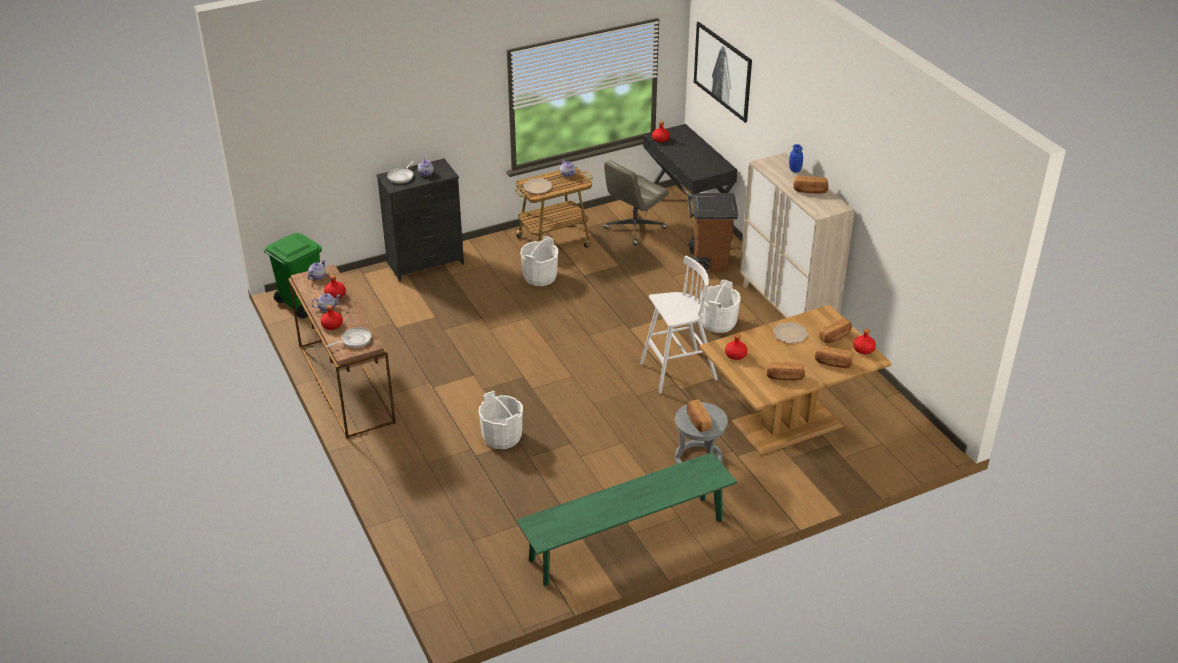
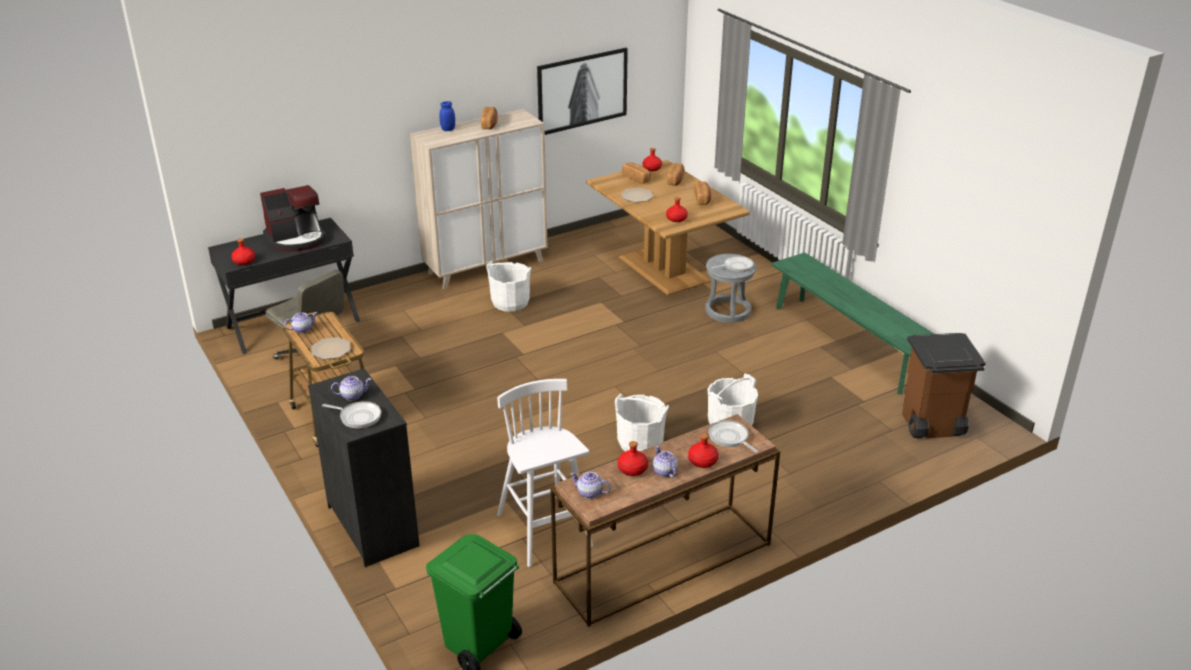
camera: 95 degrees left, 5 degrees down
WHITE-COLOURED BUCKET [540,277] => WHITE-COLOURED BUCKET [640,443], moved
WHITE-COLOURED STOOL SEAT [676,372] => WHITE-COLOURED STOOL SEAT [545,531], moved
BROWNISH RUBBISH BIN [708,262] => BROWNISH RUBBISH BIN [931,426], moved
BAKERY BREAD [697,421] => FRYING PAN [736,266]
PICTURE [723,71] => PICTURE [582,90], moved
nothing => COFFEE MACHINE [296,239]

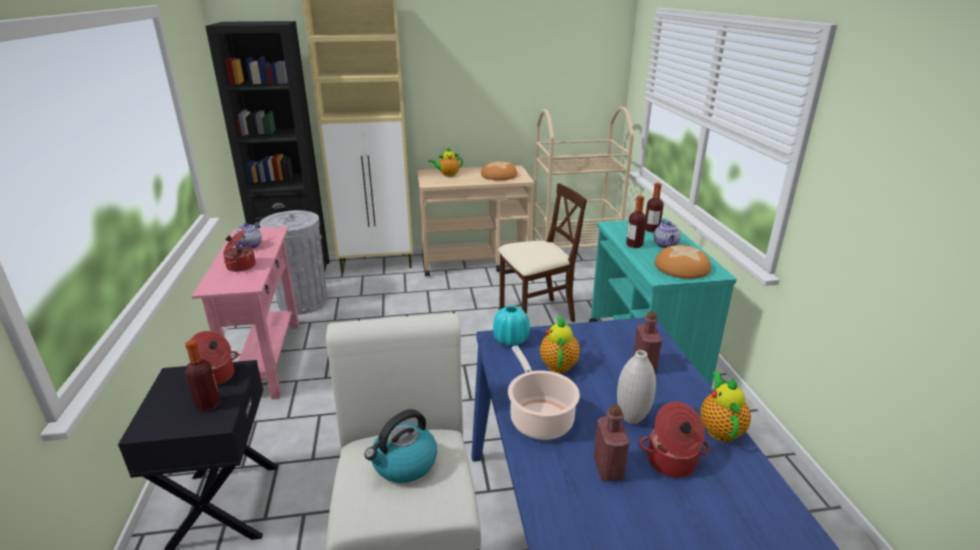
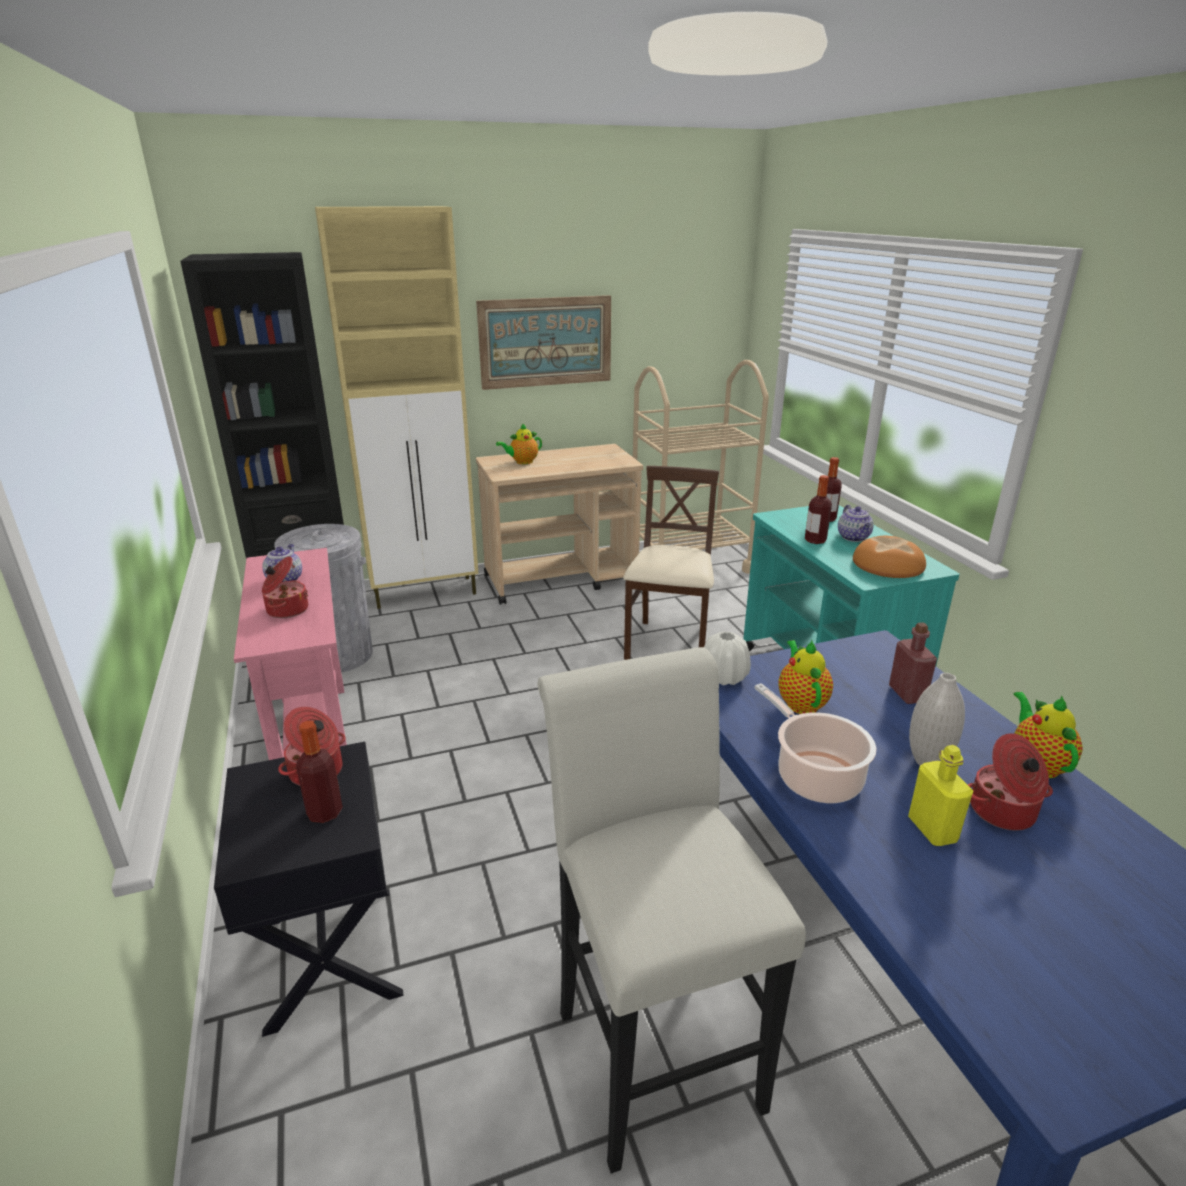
camera: 10 degrees left, 0 degrees up
WATER KETTLE [404,464] => nothing
BAKERY BREAD [499,175] => nothing
TURQUOISE-COLOURED VASE [511,339] => WHITE-COLOURED VASE [723,677]
BEIGE PLAIN CHAIR [536,316] => BEIGE PLAIN CHAIR [669,644], 45 degrees counterclockwise
RED BOTTLE [608,468] => YELLOW-COLOURED BOTTLE [932,829]
nothing => PICTURE [546,342]

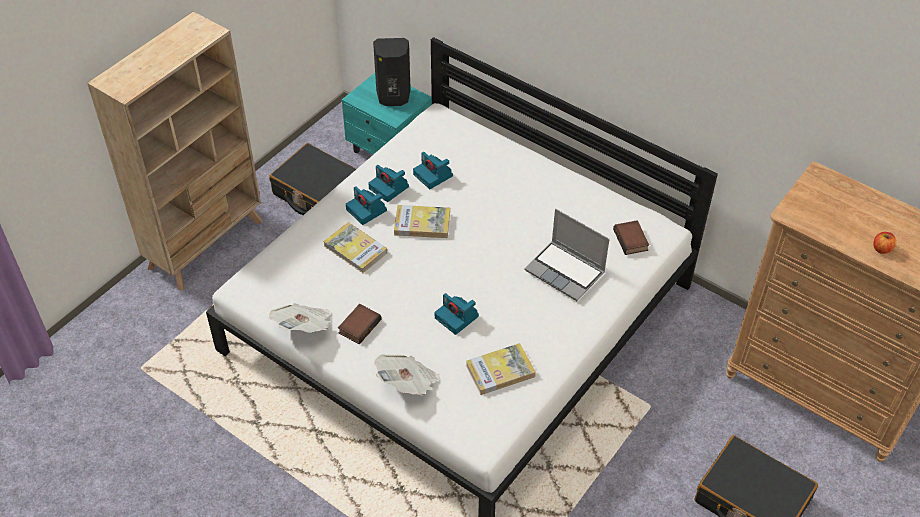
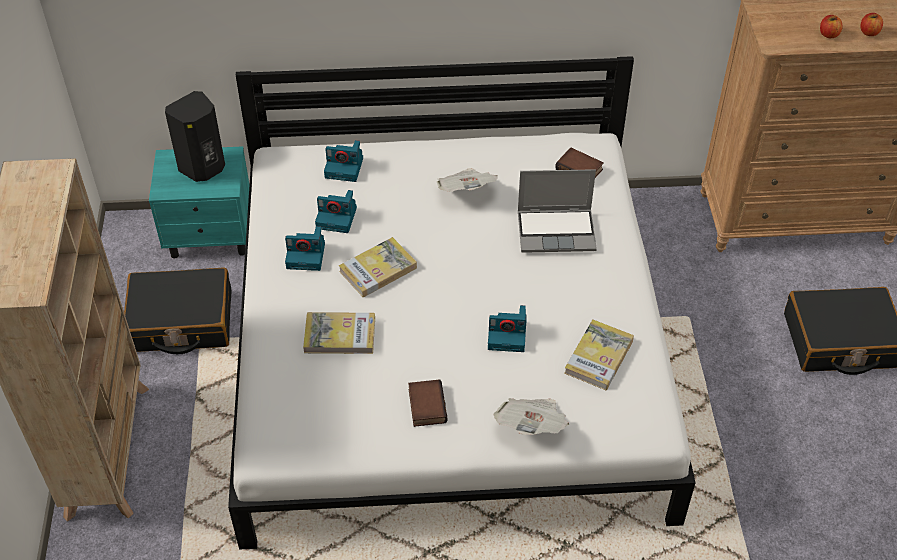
camera: 40 degrees left, 0 degrees up
NEWSPAPER [304,327] => NEWSPAPER [466,192], moved
PHOTO CAMERA [367,210] => PHOTO CAMERA [345,167], moved
nothing => WHOLE APPLE [828,34]

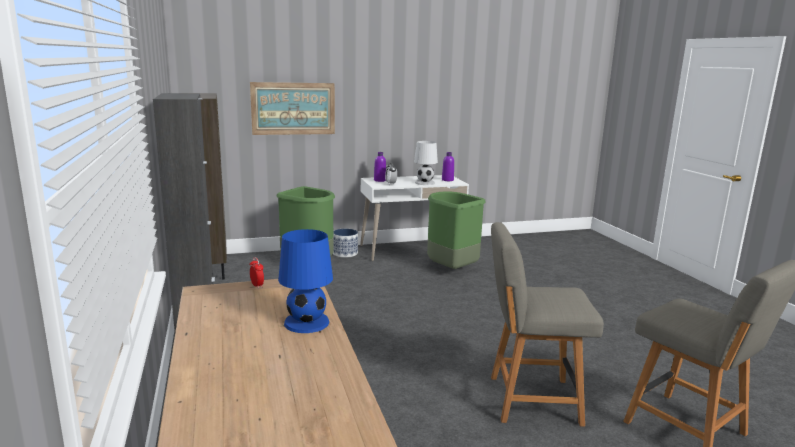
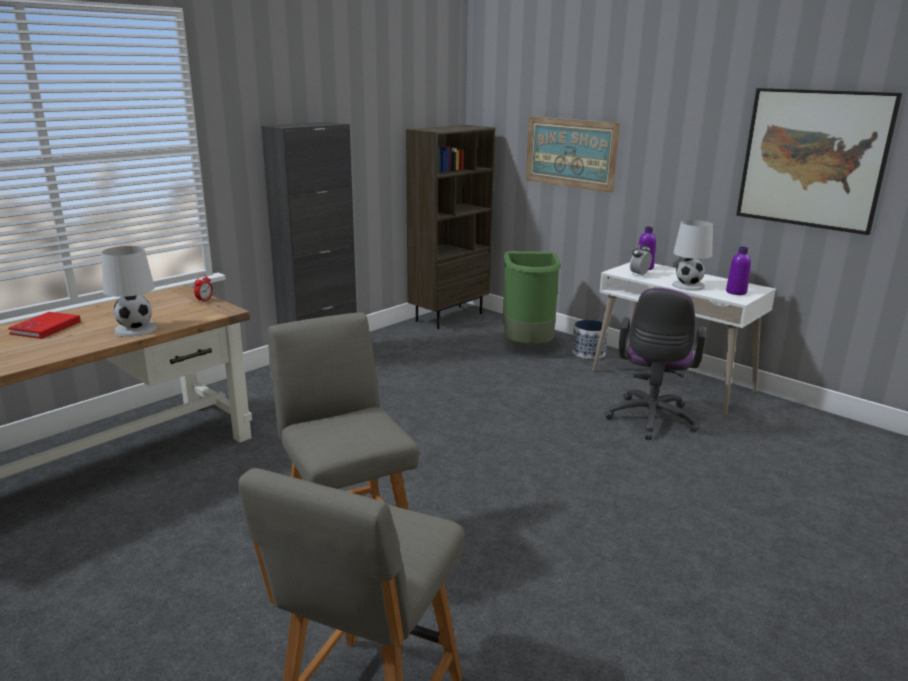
camera: 60 degrees right, 5 degrees up
BLUE-COLOURED LAMP FOR A TABLE [307,323] => WHITE-COLOURED LAMP FOR A TABLE [135,329]
GREENISH RUBBISH BIN [450,270] => PURPLISH DESK CHAIR [650,421]
nothing => RED BOUND BOOK [46,328]
nothing => PICTURE [813,159]

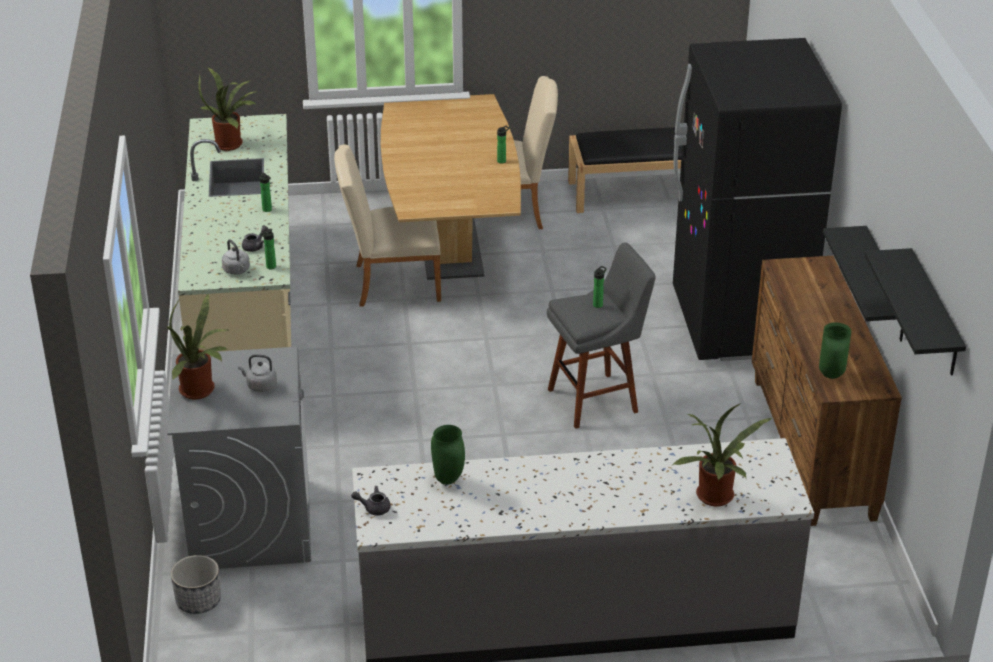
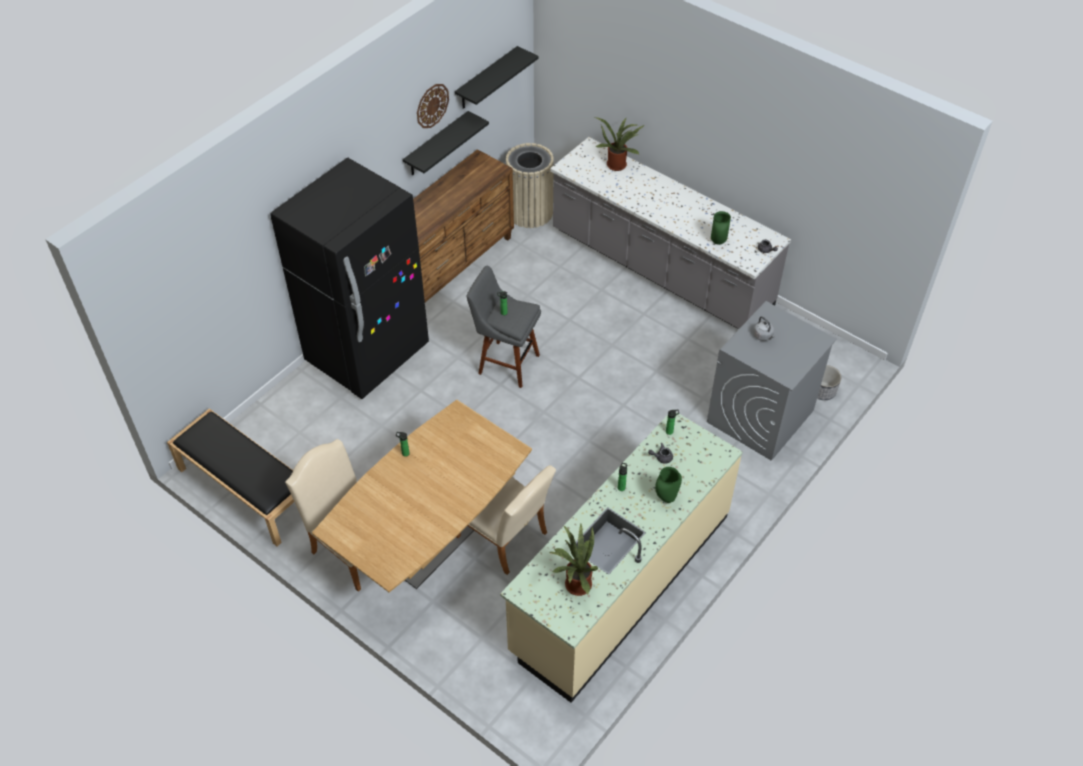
camera: 135 degrees left, 15 degrees up
PLANT IN A POT [200,391] => nothing
GRAY WATER KETTLE [237,270] => nothing
GREENISH VASE [830,374] => GREENISH VASE [666,498], moved
nothing => CLOCK ON THE WALL [432,105]
nothing => BEIGE RUBBISH BIN [530,212]

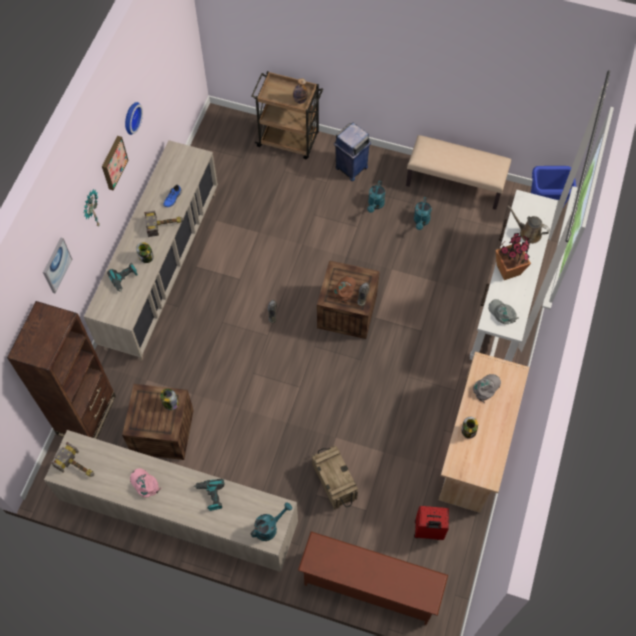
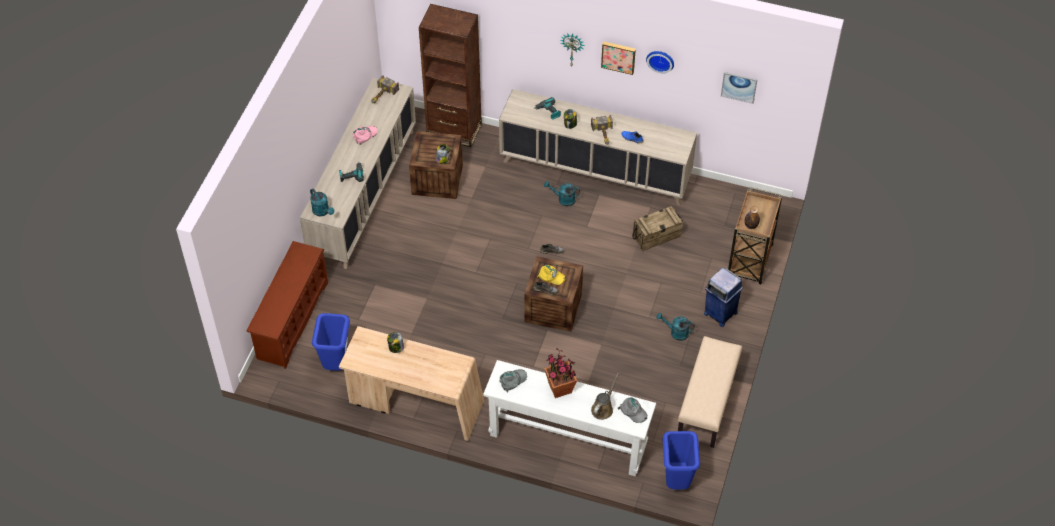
camera: 90 degrees right, 10 degrees down
PICTURE [56,265] => PICTURE [739,86], moved
SHIPPING CRATE [334,482] => SHIPPING CRATE [656,236], moved
BROWNISH BASEBALL CAP [344,290] => YELLOW-COLOURED BASEBALL CAP [551,276]
TURQUOISE-COLOURED SPRINKLING CAN [421,221] => TURQUOISE-COLOURED SPRINKLING CAN [563,199], moved
RED SUITCASE [428,531] => BLUE-COLOURED RUBBISH BIN [336,364]
GRAY BASEBALL CAP [486,388] => GRAY BASEBALL CAP [633,411], moved

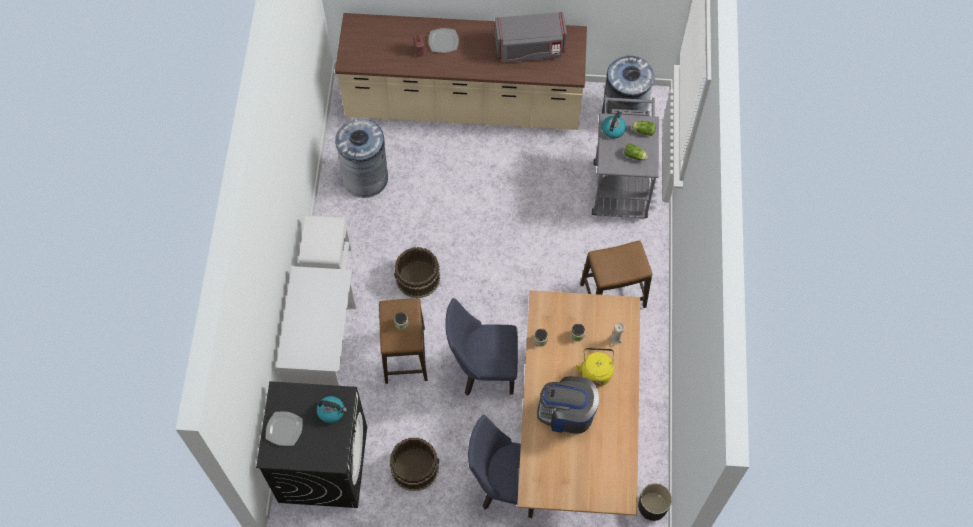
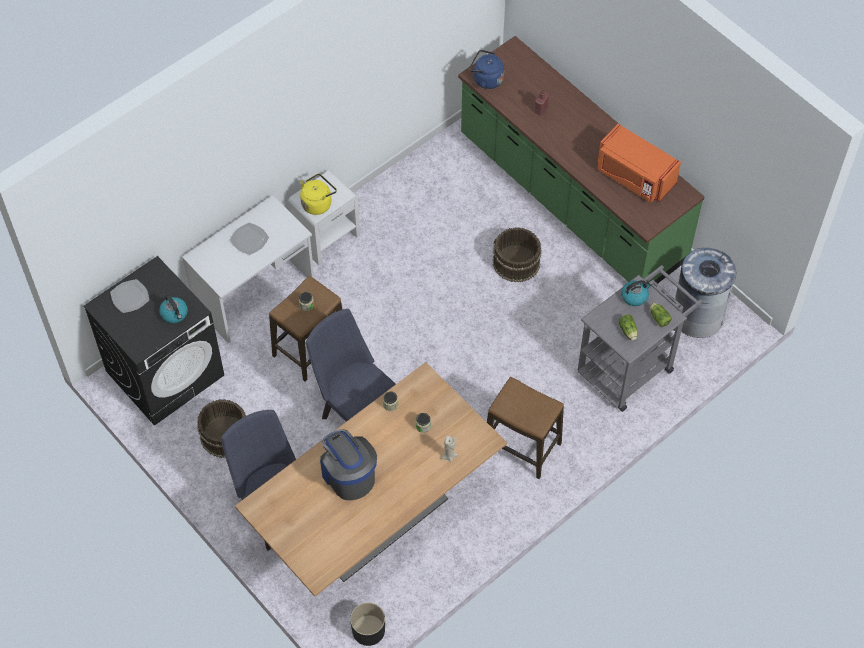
camera: 45 degrees right, 5 degrees down
BEIGE COUNTER [463,105] => GREENISH COUNTER [570,199]
GRAY RUBBISH BIN [365,178] => nothing
BROWNISH BUCKET [418,278] => BROWNISH BUCKET [516,263], moved
PLATE [443,41] => PLATE [249,239], moved
GRAY MICROWAVE OVEN [530,48] => ORANGE MICROWAVE OVEN [634,176]
YELLOW-COLOURED WATER KETTLE [596,371] => YELLOW-COLOURED WATER KETTLE [318,203], moved
nothing => BLUE-COLOURED WATER KETTLE [486,79]

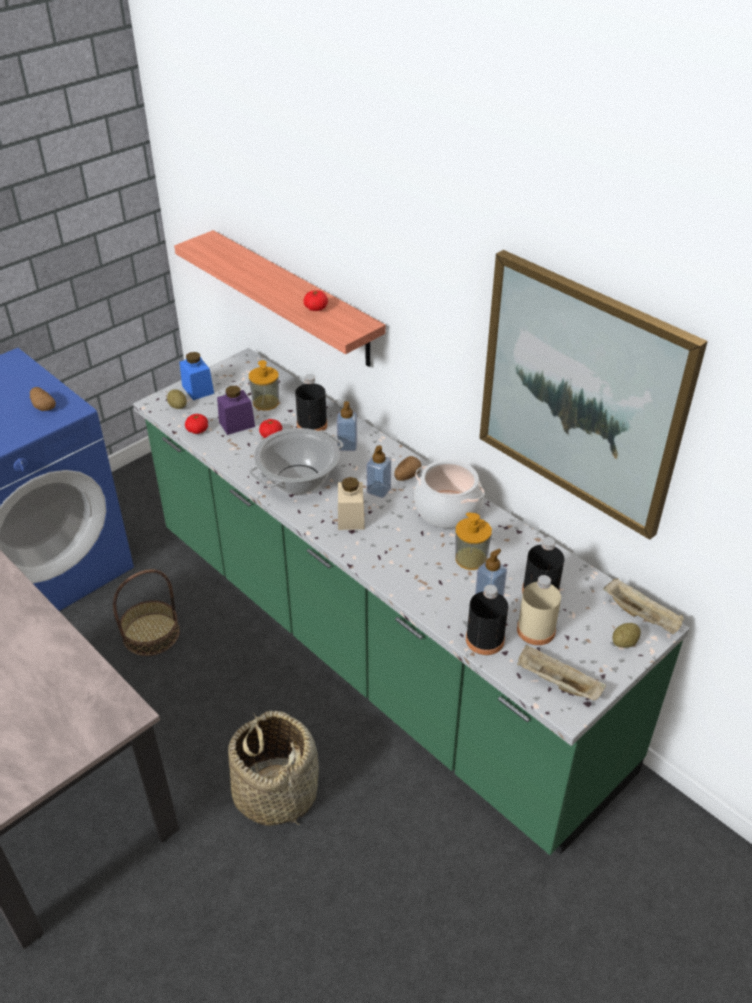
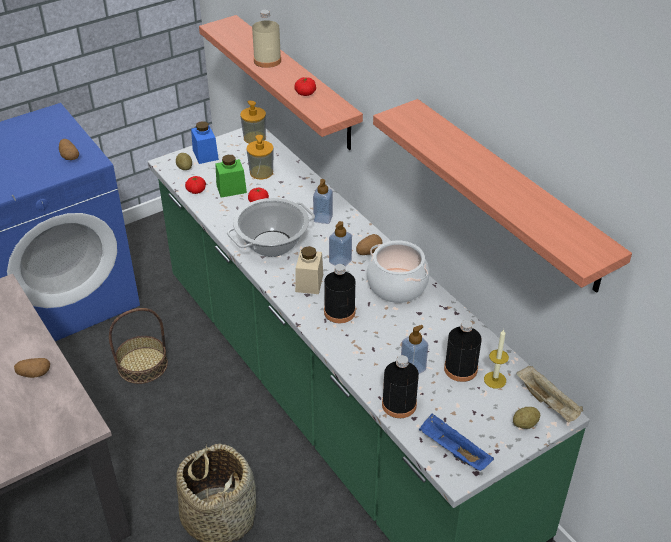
camera: 10 degrees right, 0 degrees up
PURPLISH STORAGE JAR [237,424] => GREENISH STORAGE JAR [231,189]
BLACKISH BOTTLE [312,425] => BLACKISH BOTTLE [339,312], moved
SOAP DISPENSER [471,558] => SOAP DISPENSER [254,138], moved
PICTURE [581,394] => SHELF [509,194]
BEIGE BOTTLE [536,630] => BEIGE BOTTLE [267,60], moved
BEIGE CARRYING TRAY [556,683] => BLUE-COLOURED CARRYING TRAY [452,451]
nothing => POTATO [34,374]
nothing => CANDLE [495,380]

